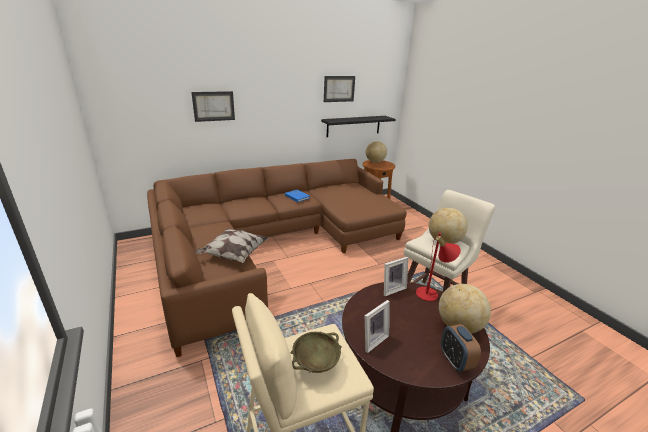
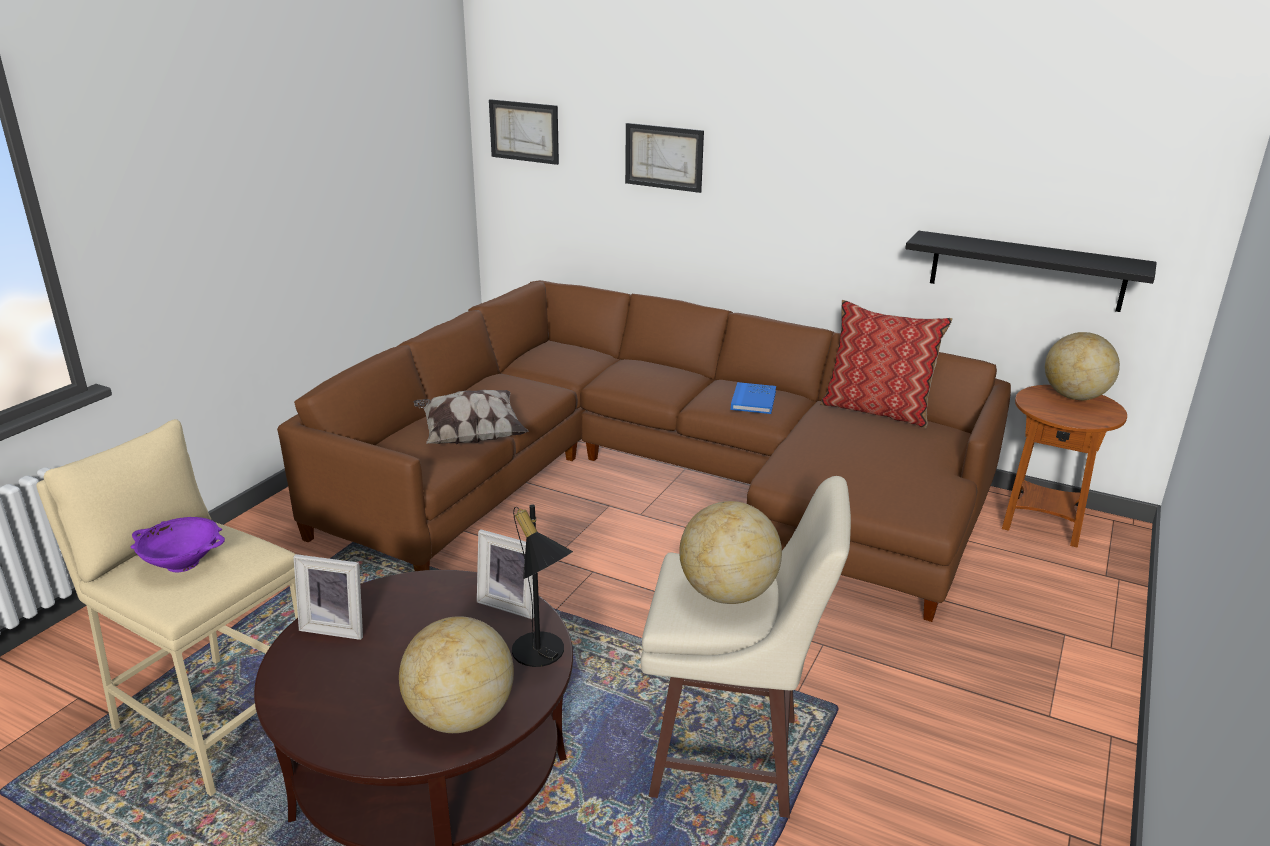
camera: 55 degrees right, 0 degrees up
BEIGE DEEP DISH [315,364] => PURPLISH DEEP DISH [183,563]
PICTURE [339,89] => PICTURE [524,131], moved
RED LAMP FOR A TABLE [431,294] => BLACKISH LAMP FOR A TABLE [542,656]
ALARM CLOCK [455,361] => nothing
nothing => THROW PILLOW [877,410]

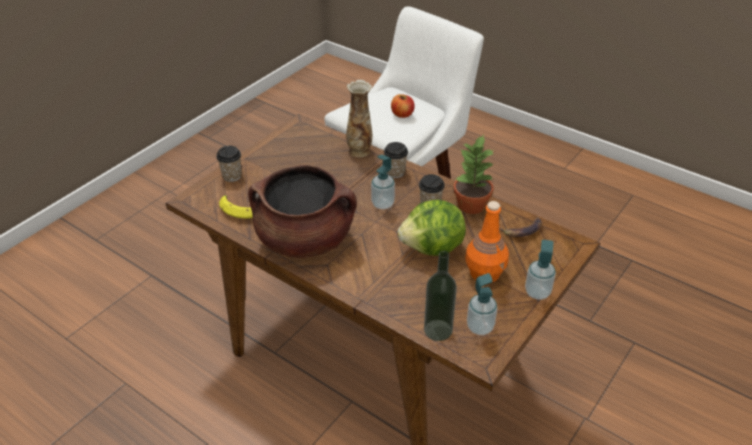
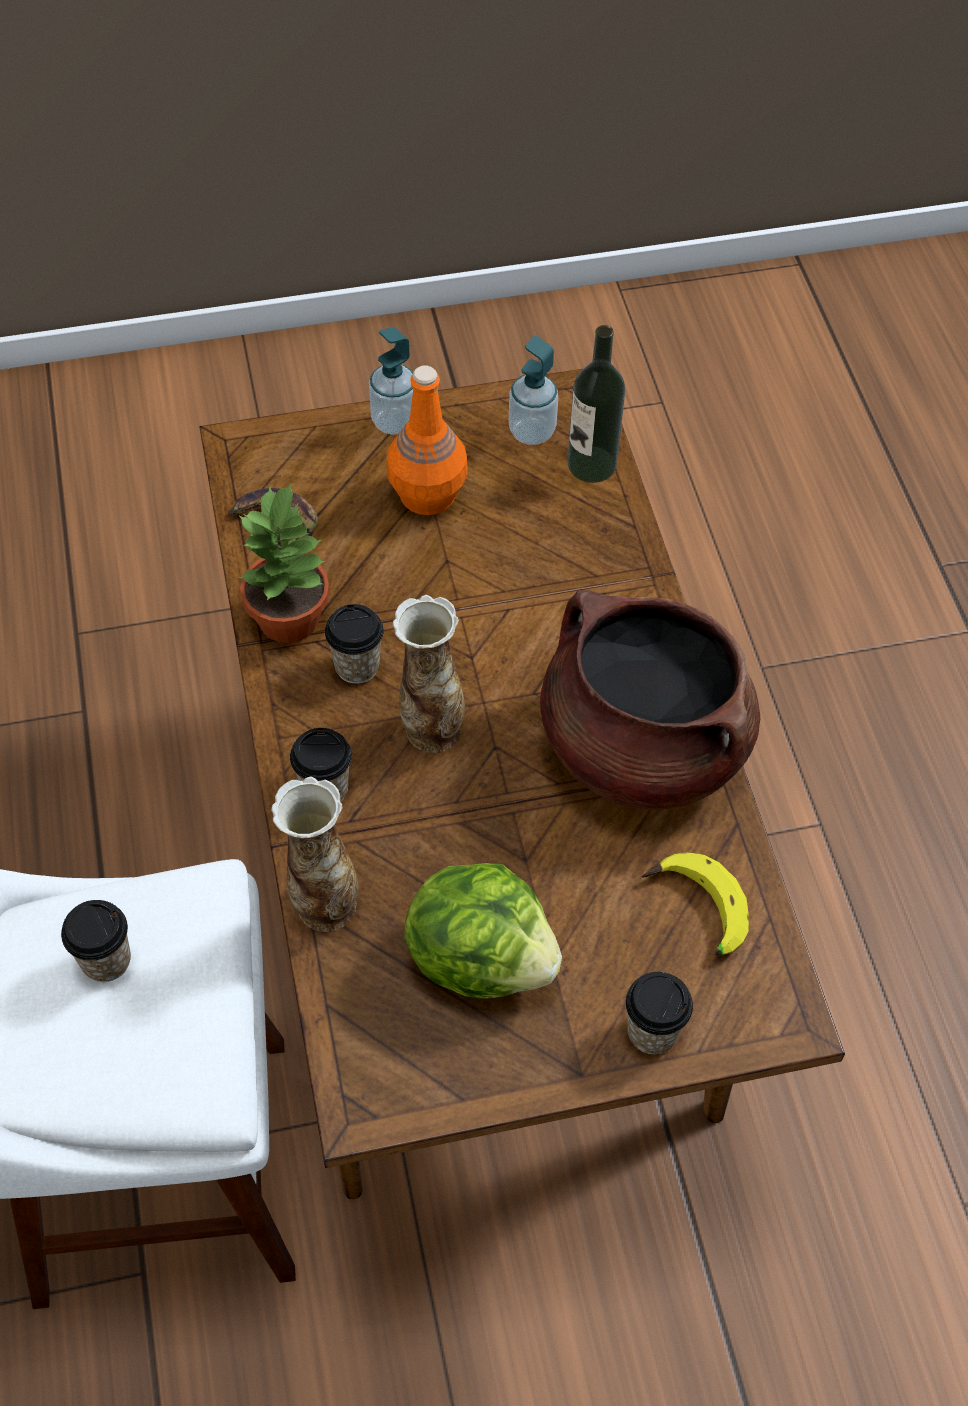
camera: 140 degrees left, 15 degrees up
SOAP DISPENSER [382,204] => VASE [431,730]
WHOLE APPLE [402,114] => SMALL CUP [106,960]
LETTUCE HEAD [433,248] => LETTUCE HEAD [481,957], moved

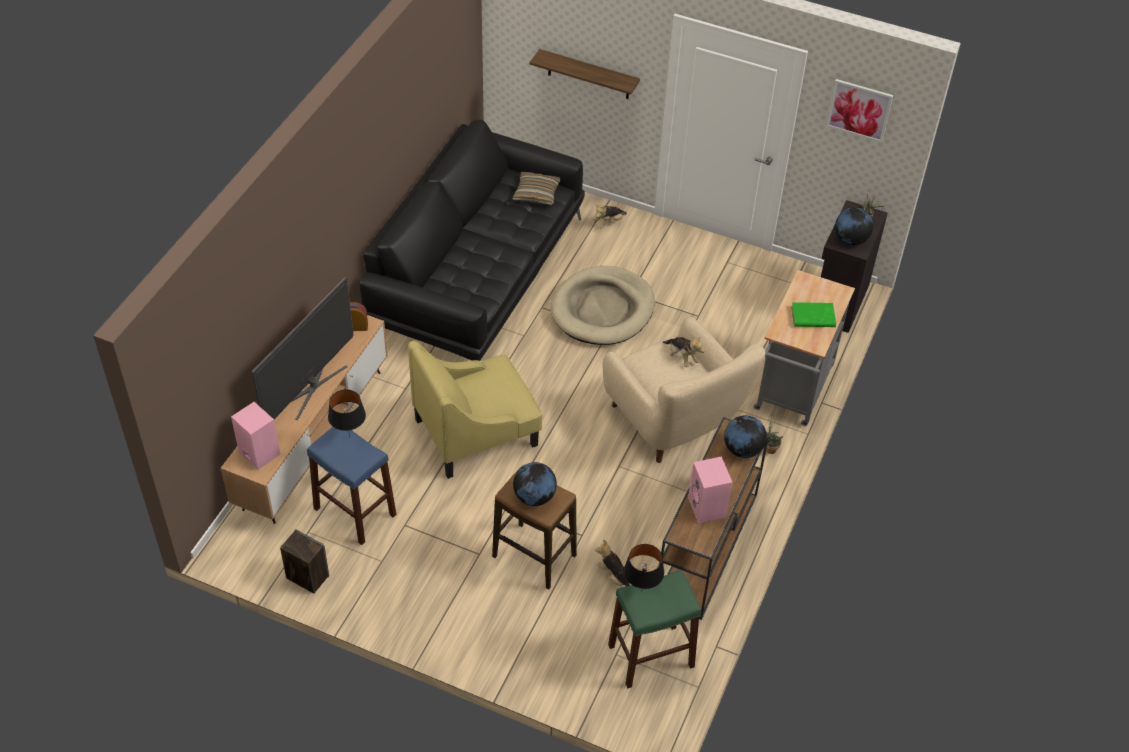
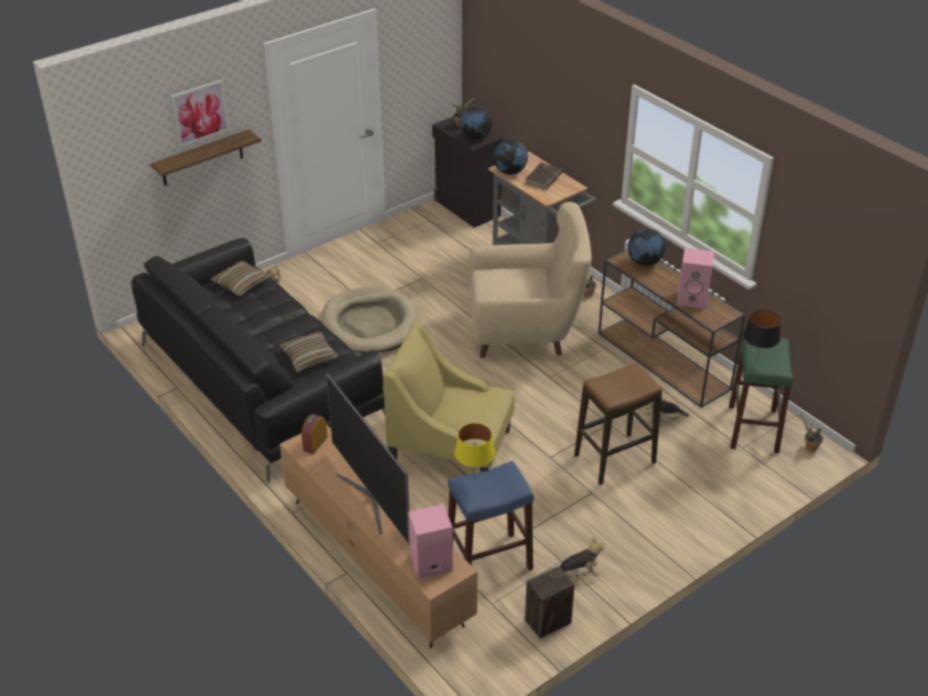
camera: 60 degrees left, 10 degrees down
BLACKISH LAMP FOR A TABLE [349,437] => YELLOW-COLOURED LAMP FOR A TABLE [474,478]
YELLOW-COLOURED LOUNGE CHAIR [476,432] => YELLOW-COLOURED LOUNGE CHAIR [451,447], 105 degrees clockwise
GLOBE [534,497] => GLOBE [510,172], moved
SOFT TOY [681,357] => SOFT TOY [577,575], moved
GREENISH BOUND BOOK [812,317] => BROWNISH BOUND BOOK [544,178]
PICTURE [859,110] => PICTURE [200,112], moved
nothing => THROW PILLOW [309,357]
nothing => PLANT IN A POT [809,447]

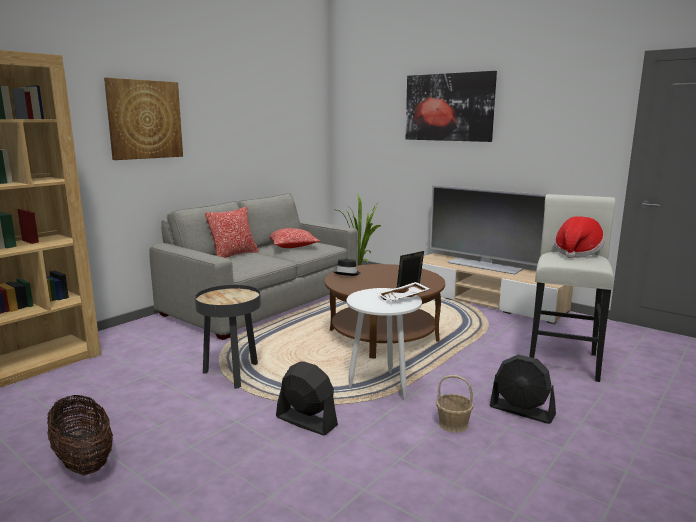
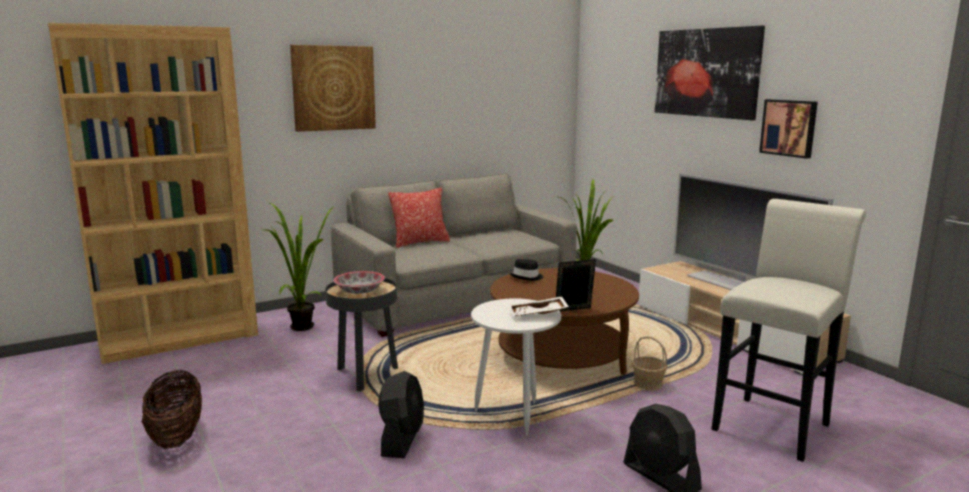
camera: 20 degrees right, 0 degrees up
THROW PILLOW [292,246] => nothing
BLACKISH ELECTRIC FAN [306,421] => BLACKISH ELECTRIC FAN [402,439], 45 degrees clockwise
BASKET [453,424] => BASKET [648,384], moved
HAT [577,253] => nothing
nothing => PLANT IN A POT [301,325]
nothing => DEEP DISH [359,291]
nothing => PICTURE [789,128]

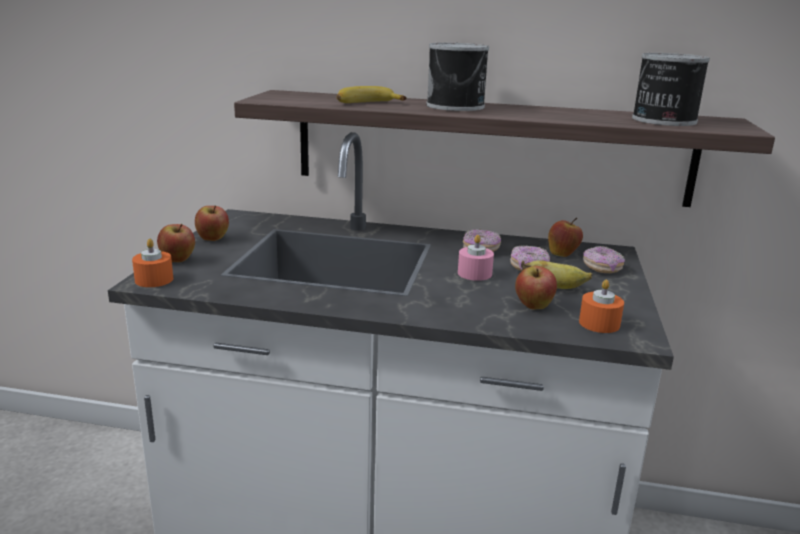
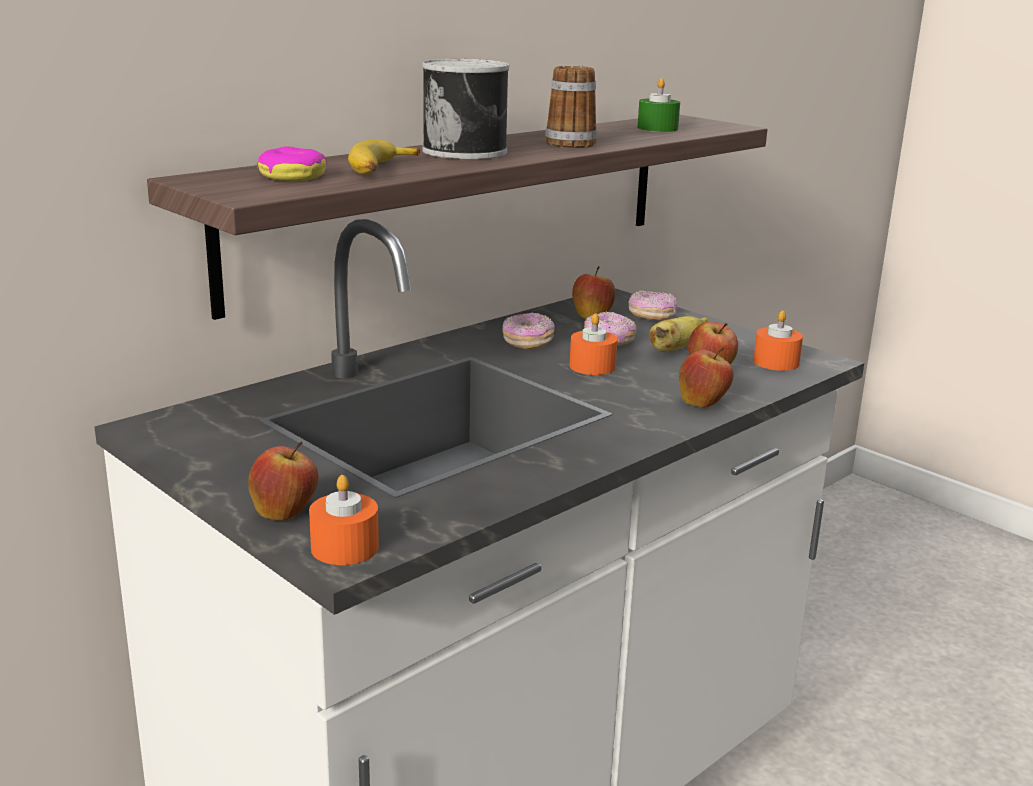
camera: 55 degrees left, 0 degrees up
WHOLE APPLE [213,239] => WHOLE APPLE [703,403], moved
PINK CANDLE [474,273] => ORANGE CANDLE [592,366]
CAN [663,120] => GREENISH CANDLE [657,128]
nothing => DONUT [293,176]
nothing => MUG [572,142]

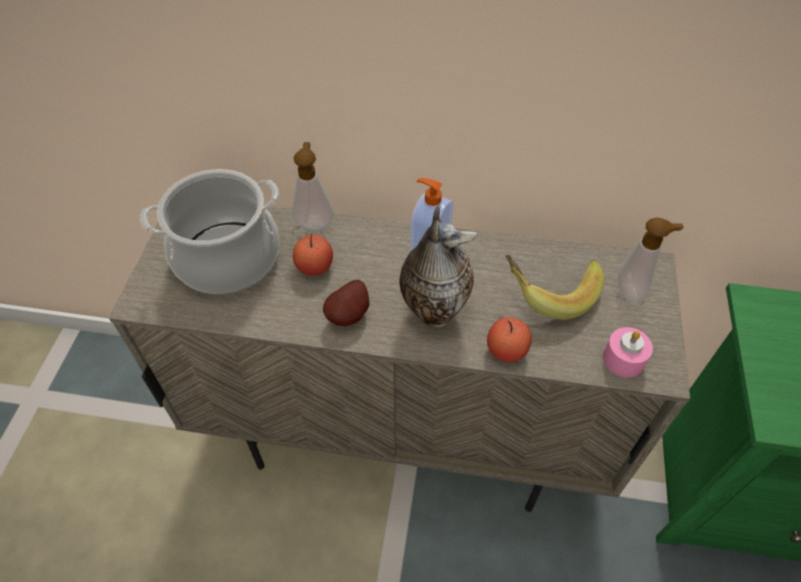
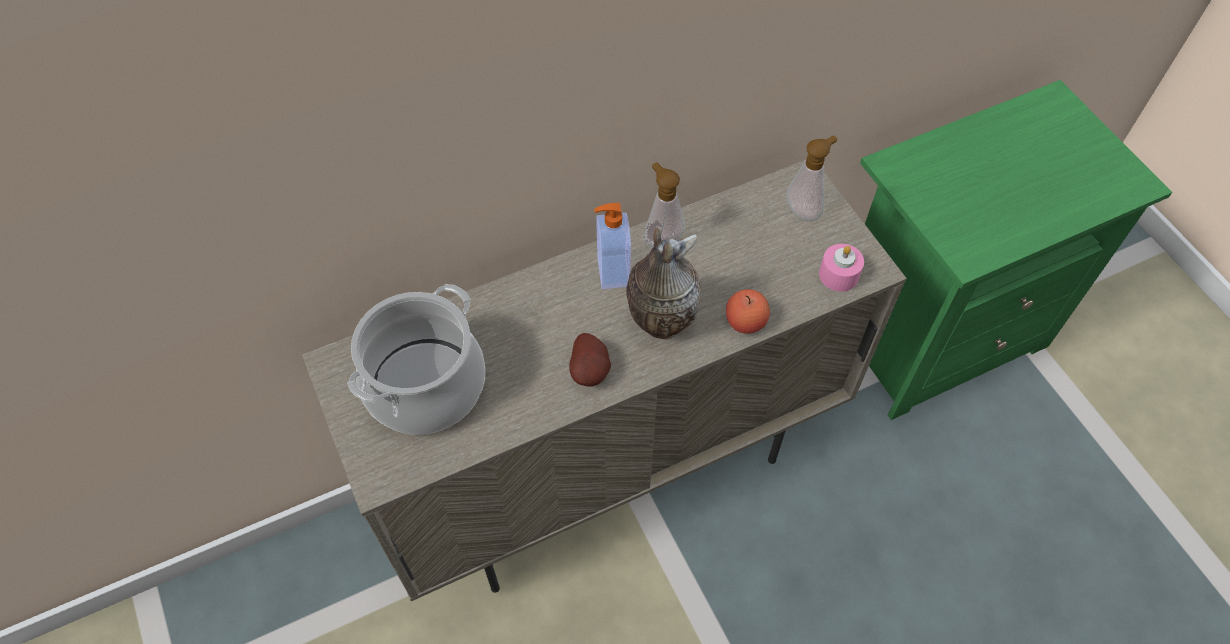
camera: 35 degrees left, 5 degrees up
SOAP DISPENSER [314,222] => SOAP DISPENSER [661,239], moved
WHOLE APPLE [314,267] => nothing
BANANA [549,291] => nothing

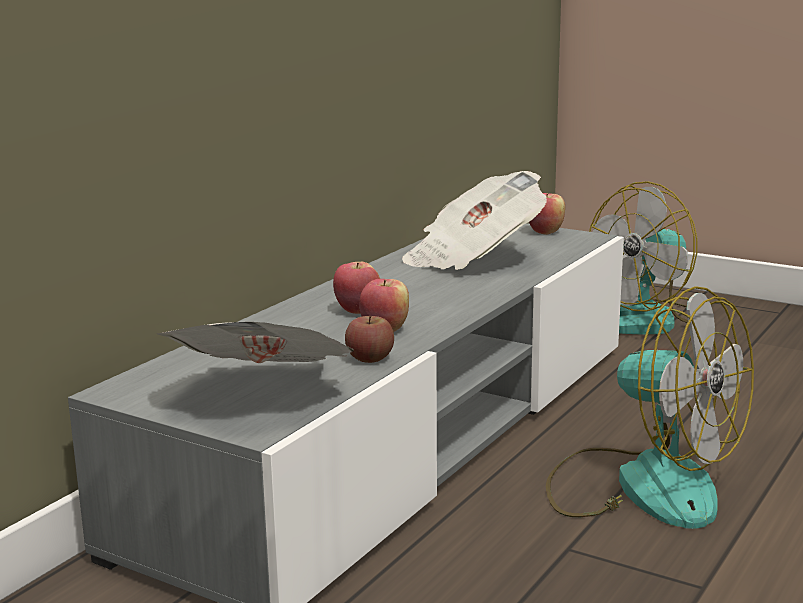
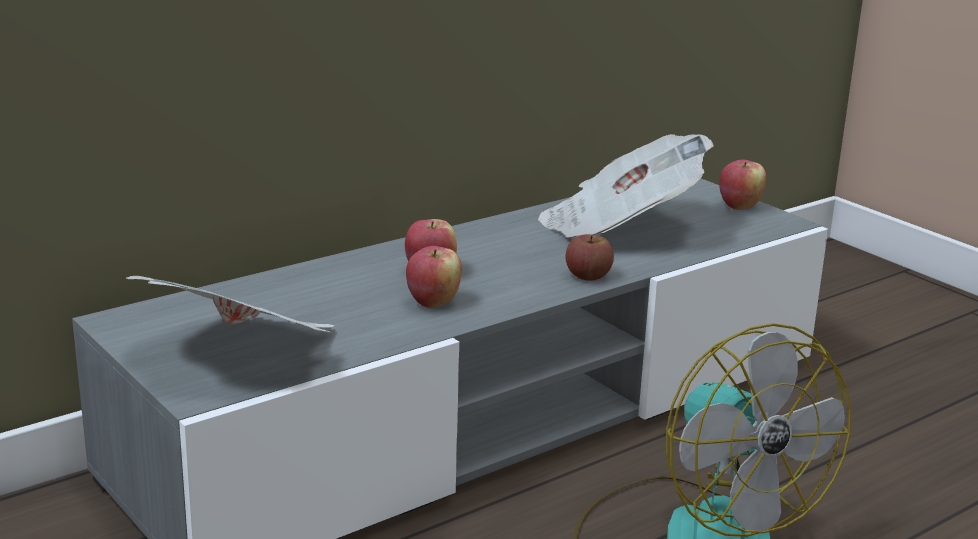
camera: 20 degrees right, 5 degrees up
WHOLE APPLE [370,358] => WHOLE APPLE [588,275], moved
ELECTRIC FAN [645,320] => nothing

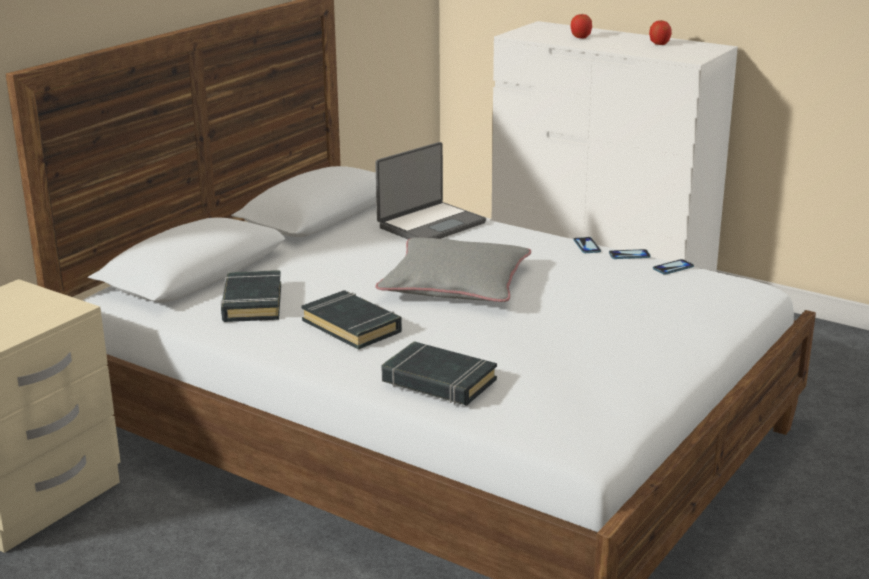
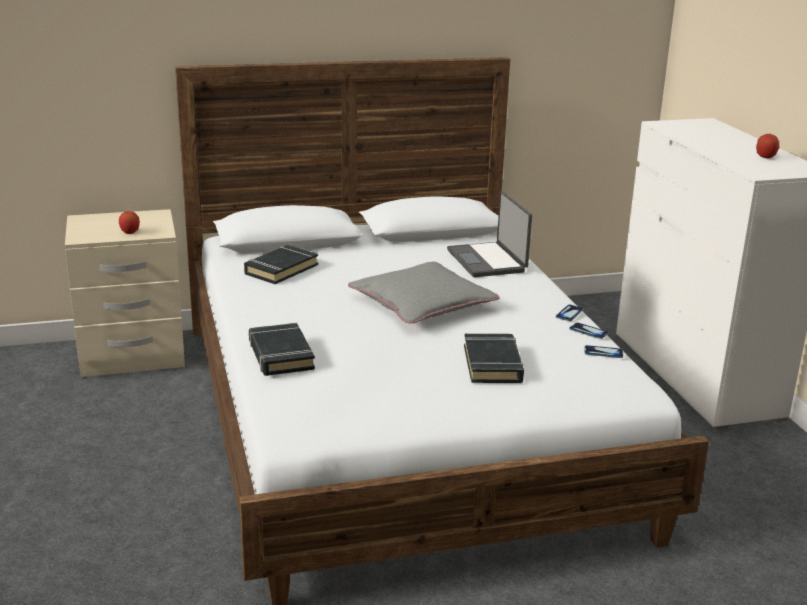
camera: 40 degrees right, 0 degrees up
BLACKISH BOUND BOOK [352,326] => BLACKISH BOUND BOOK [493,364], moved
LAPTOP [430,224] => LAPTOP [488,261], 75 degrees clockwise
WHOLE APPLE [581,37] => WHOLE APPLE [130,232], moved

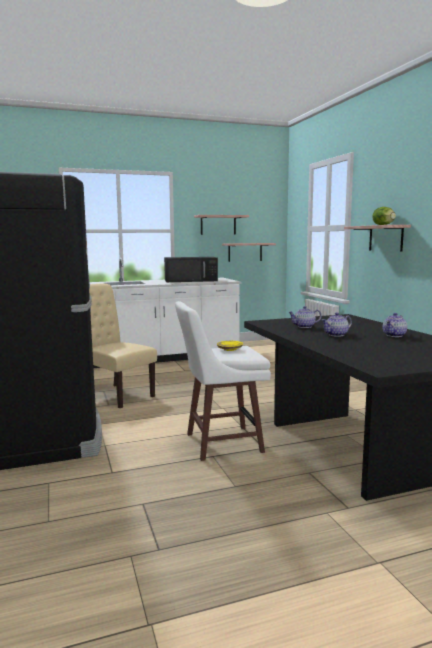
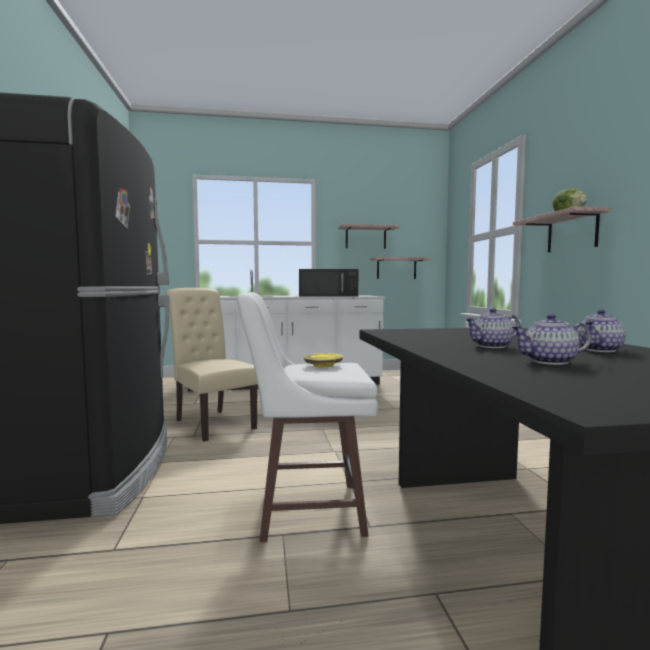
camera: 10 degrees right, 5 degrees down
TEAPOT [304,327] => TEAPOT [549,362], moved

